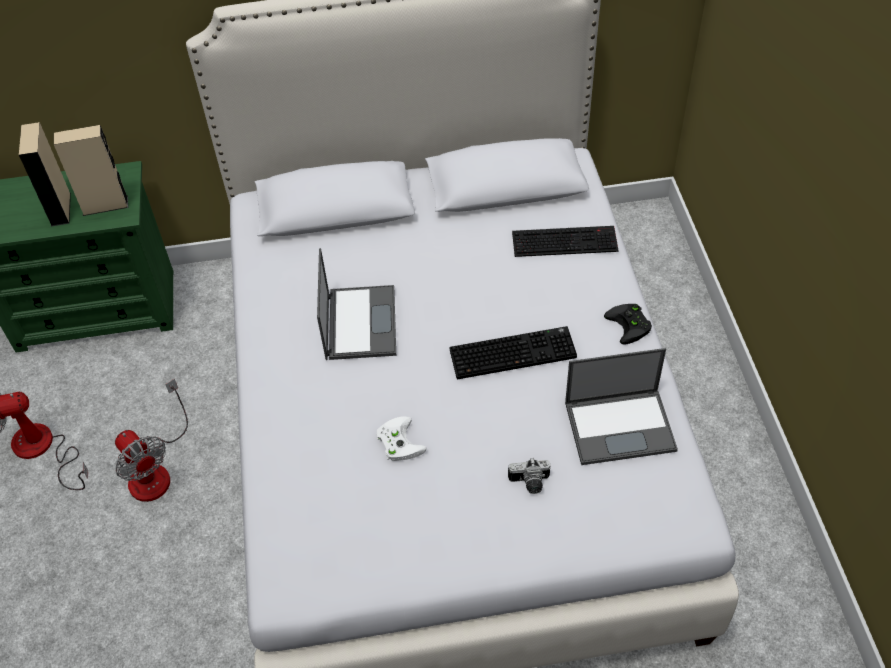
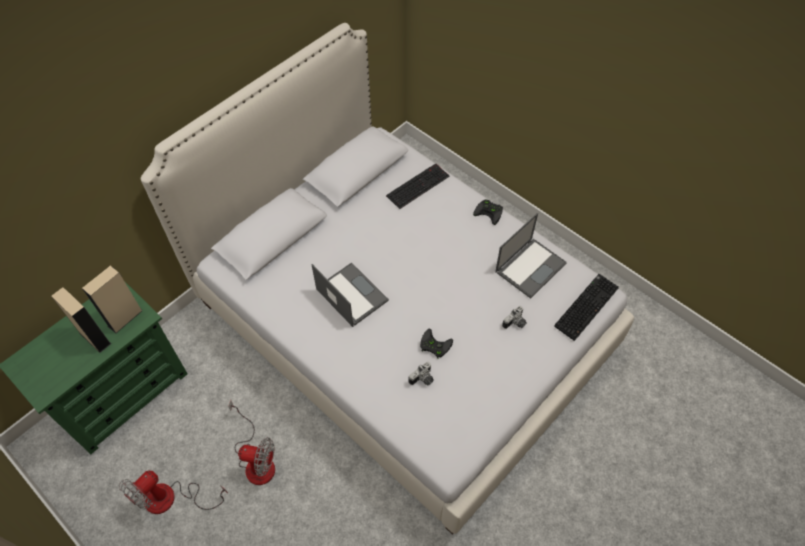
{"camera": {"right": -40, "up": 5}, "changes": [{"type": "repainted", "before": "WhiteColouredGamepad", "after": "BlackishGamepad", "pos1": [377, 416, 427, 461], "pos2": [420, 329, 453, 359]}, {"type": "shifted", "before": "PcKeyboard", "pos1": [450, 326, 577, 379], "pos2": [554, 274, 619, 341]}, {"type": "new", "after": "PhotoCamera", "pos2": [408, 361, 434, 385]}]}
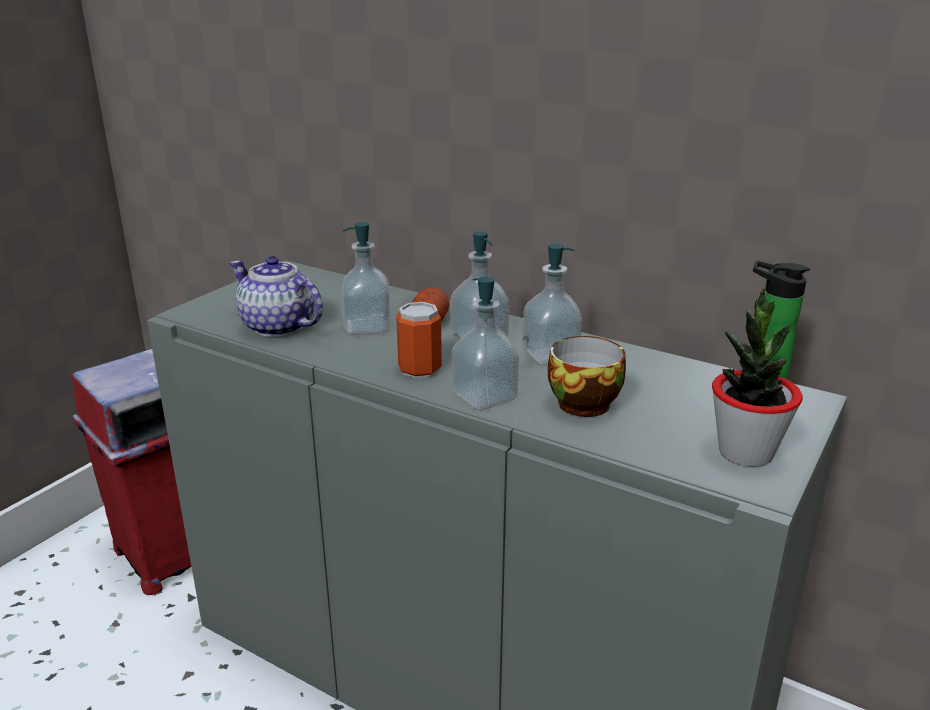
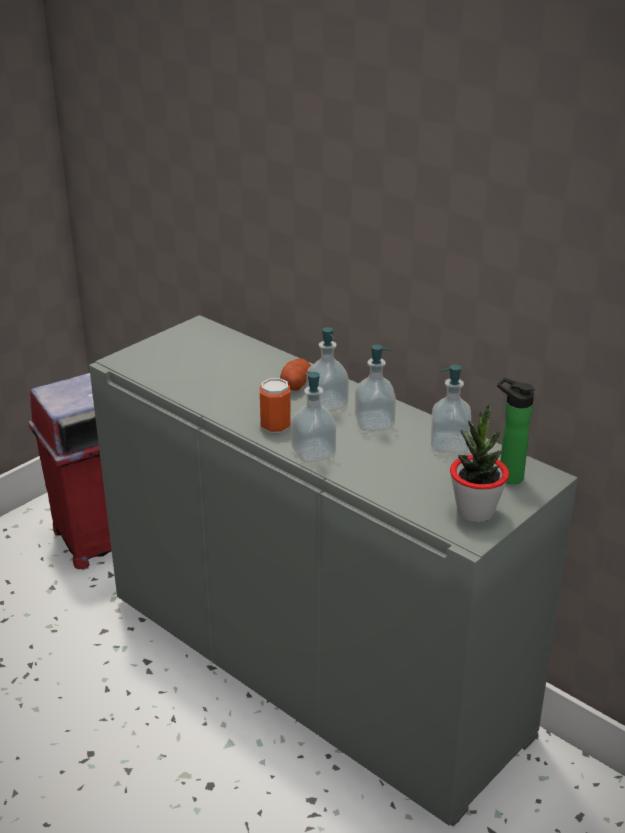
{"camera": {"right": 10, "up": 5}, "changes": [{"type": "gone", "before": "PotForTea", "pos1": [230, 256, 323, 337]}, {"type": "shifted", "before": "LiquidSoapBottle", "pos1": [341, 222, 390, 335], "pos2": [431, 364, 471, 453]}, {"type": "gone", "before": "SmallCup", "pos1": [548, 336, 626, 417]}]}
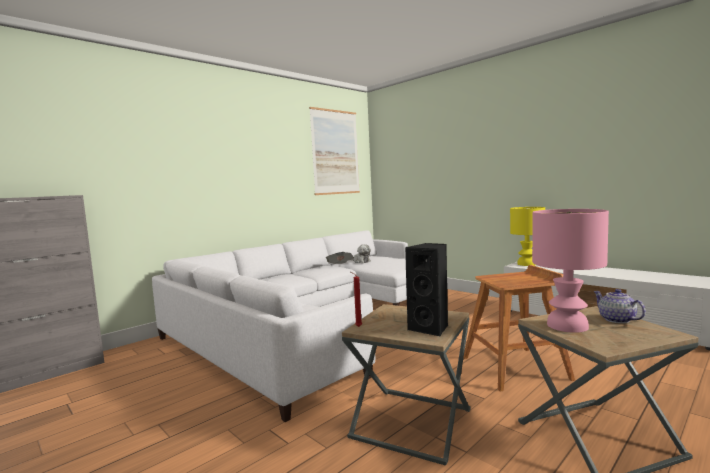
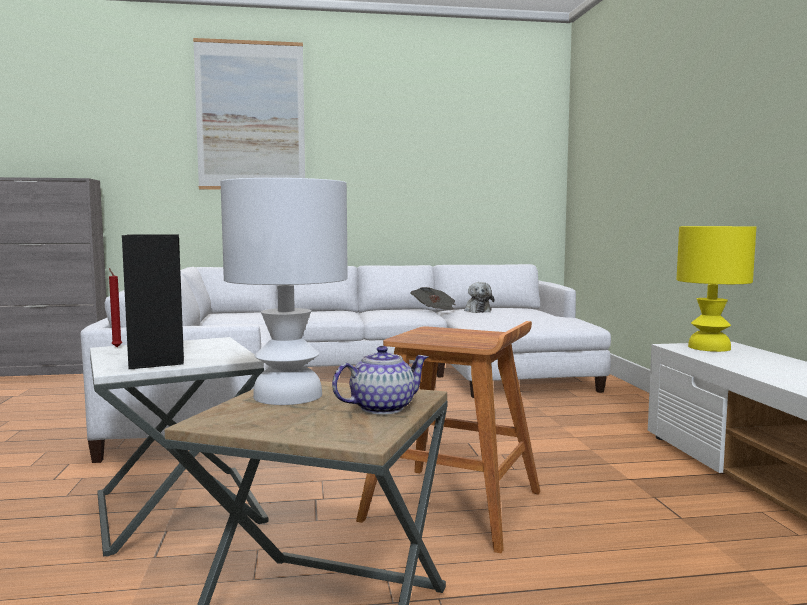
{"camera": {"right": 35, "up": 0}, "changes": [{"type": "shifted", "before": "WallArt", "pos1": [309, 107, 360, 195], "pos2": [193, 38, 305, 190]}, {"type": "repainted", "before": "BrownColouredSideTable", "after": "WhiteColouredSideTable", "pos1": [342, 304, 470, 465], "pos2": [90, 337, 269, 556]}, {"type": "repainted", "before": "PinkishTabletopLamp", "after": "WhiteColouredTabletopLamp", "pos1": [532, 209, 609, 333], "pos2": [221, 178, 348, 405]}, {"type": "rotated", "before": "PotForTea", "pos1": [593, 289, 646, 323], "pos2": [332, 346, 428, 414], "turn": 45}]}
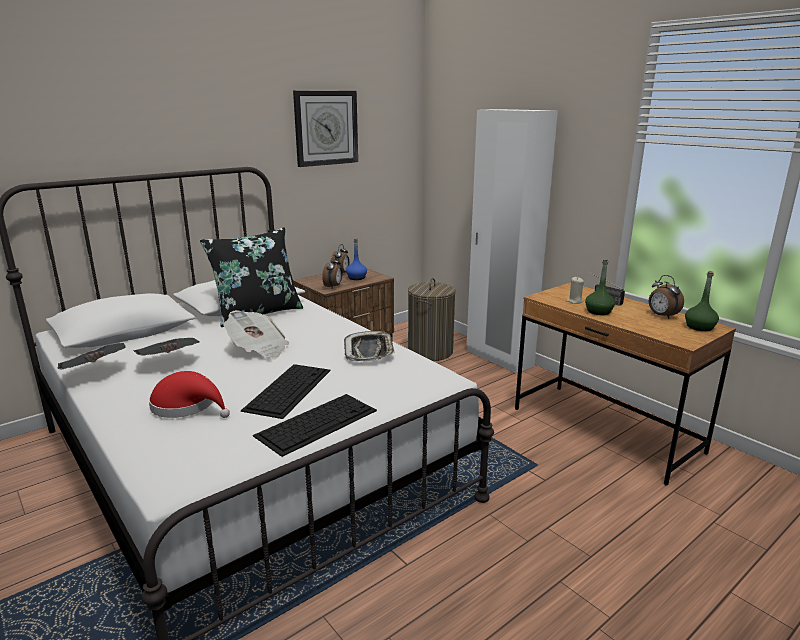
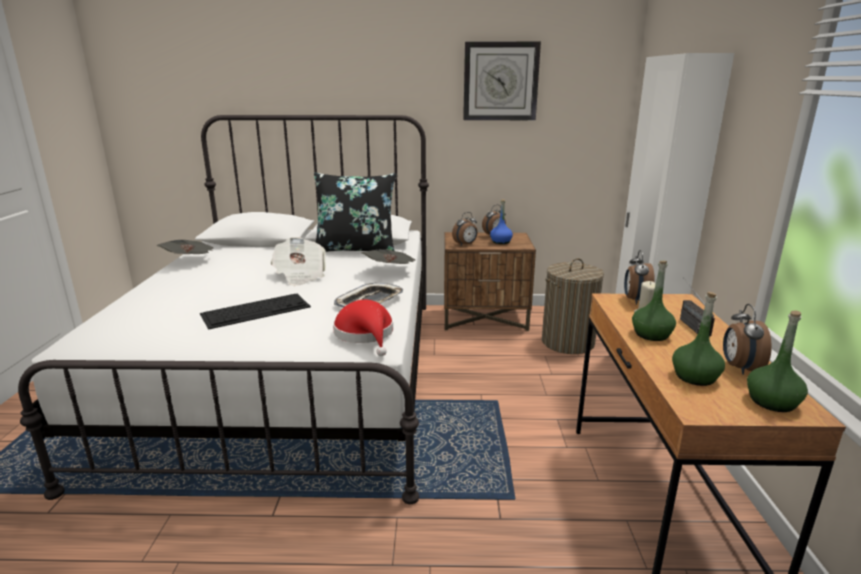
{"camera": {"right": 40, "up": 0}, "changes": [{"type": "shifted", "before": "PrintedPaper", "pos1": [133, 338, 200, 356], "pos2": [361, 250, 415, 264]}, {"type": "shifted", "before": "RedWearableHat", "pos1": [149, 371, 230, 418], "pos2": [333, 300, 393, 356]}, {"type": "gone", "before": "PcKeyboard", "pos1": [253, 394, 377, 457]}, {"type": "new", "after": "AlarmClock", "pos2": [624, 250, 655, 305]}, {"type": "new", "after": "GreenDrinkBottle", "pos2": [672, 292, 725, 386]}]}
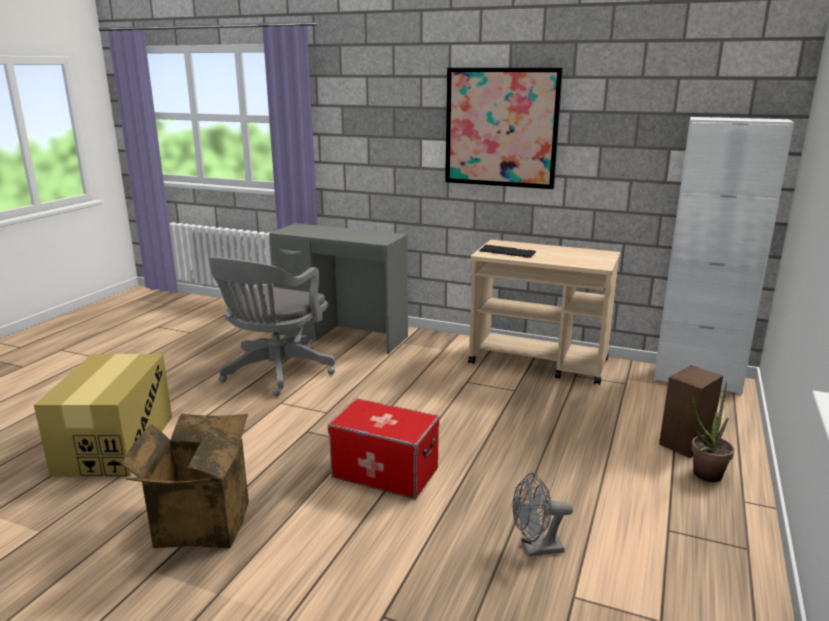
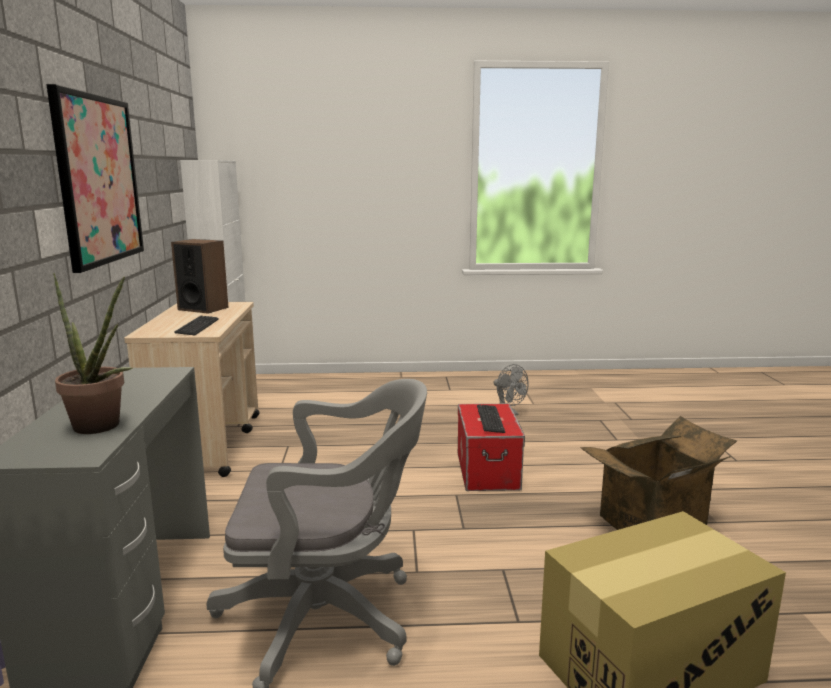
{"camera": {"right": -115, "up": -5}, "changes": [{"type": "shifted", "before": "Speaker", "pos1": [659, 365, 723, 458], "pos2": [171, 239, 229, 314]}, {"type": "shifted", "before": "PlantInAPot", "pos1": [691, 381, 734, 482], "pos2": [53, 273, 133, 434]}, {"type": "new", "after": "PcKeyboard", "pos2": [477, 404, 505, 433]}]}
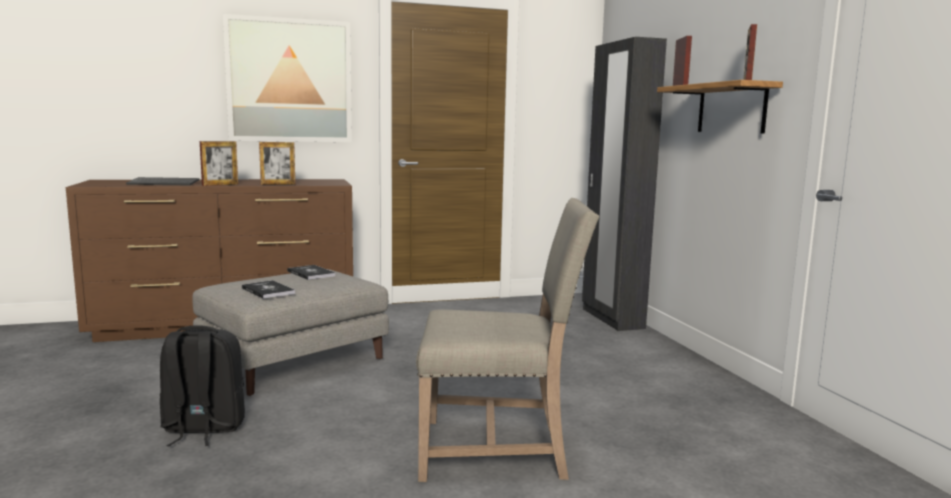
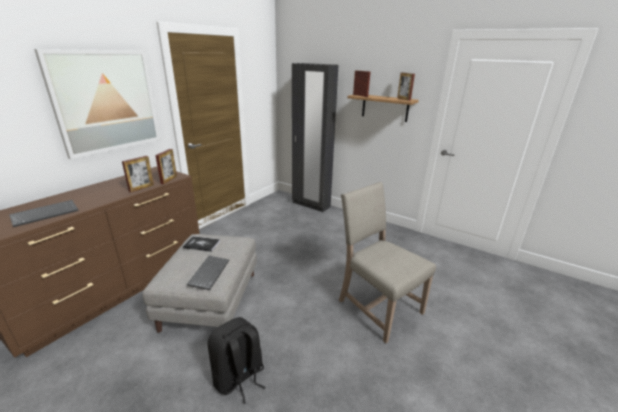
{"camera": {"right": -40, "up": 15}, "changes": [{"type": "shifted", "before": "StandingFrame", "pos1": [200, 141, 238, 186], "pos2": [155, 149, 177, 184]}, {"type": "swapped", "before": "Book", "after": "PcKeyboard", "pos1": [242, 280, 295, 299], "pos2": [187, 256, 229, 290]}, {"type": "rotated", "before": "BeigeColouredUprightChair", "pos1": [416, 198, 600, 482], "pos2": [339, 182, 436, 343], "turn": -90}]}
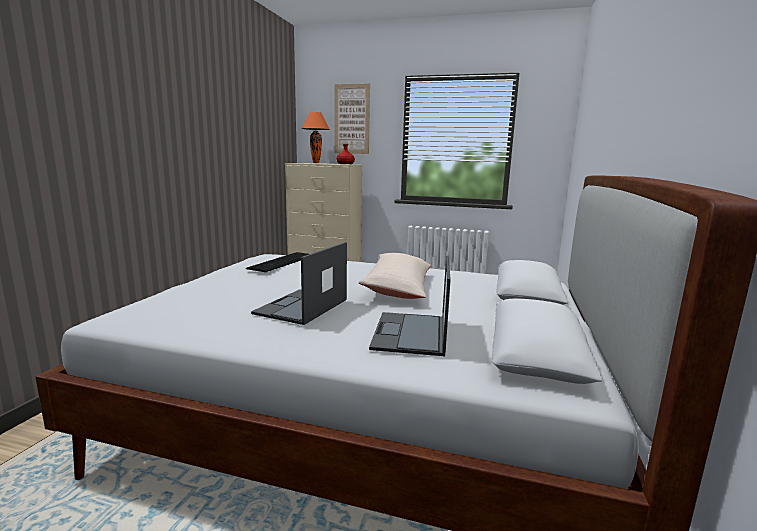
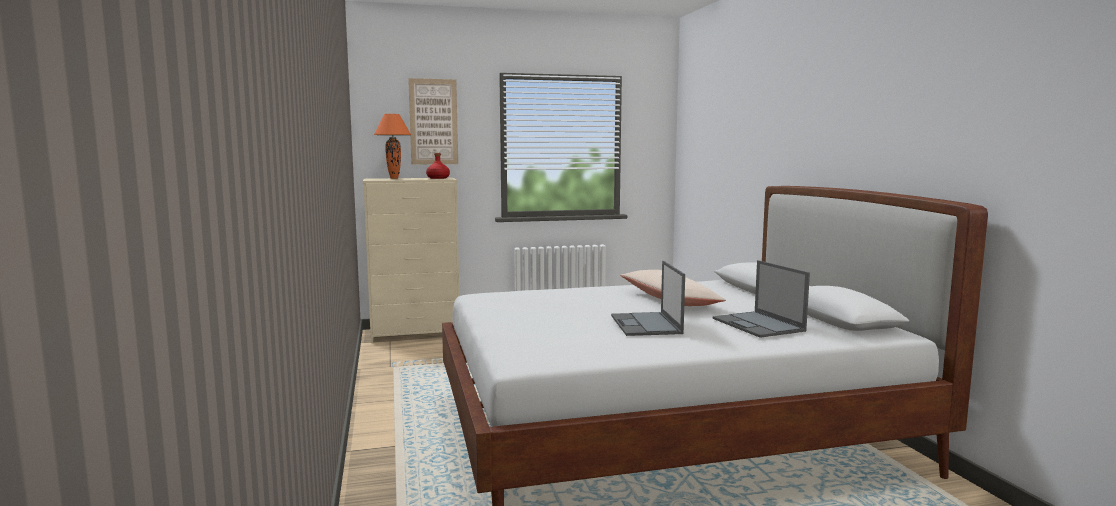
{"camera": {"right": -30, "up": -5}, "changes": [{"type": "gone", "before": "PcKeyboard", "pos1": [246, 252, 309, 272]}]}
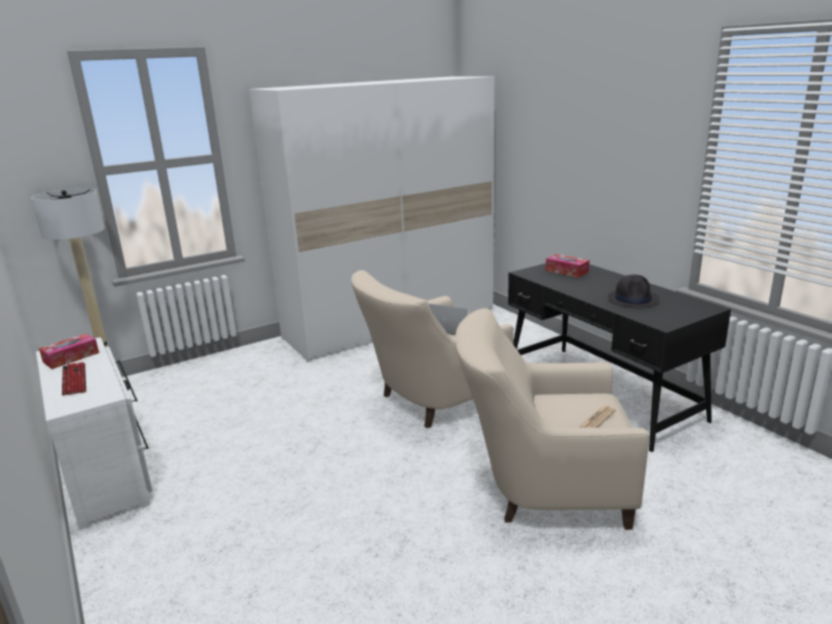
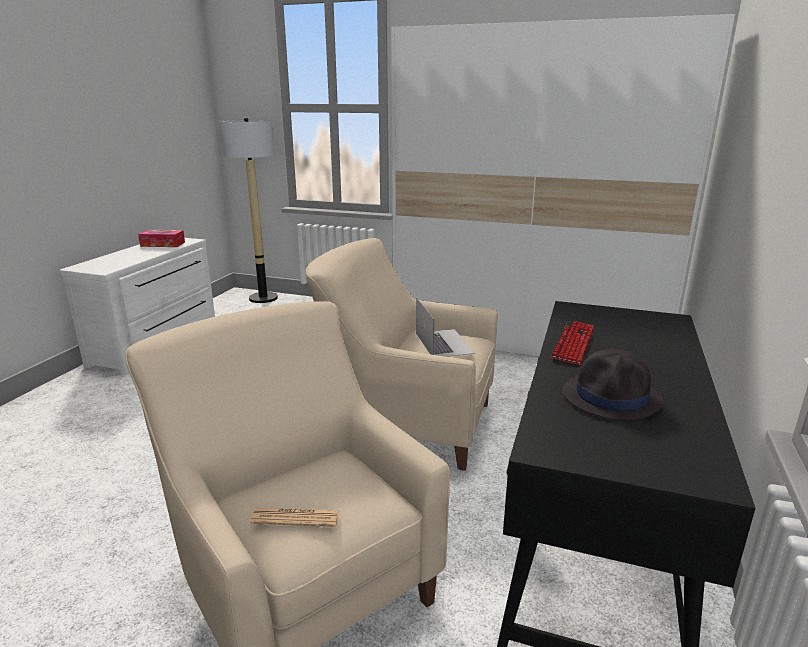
{"camera": {"right": 50, "up": 0}, "changes": [{"type": "shifted", "before": "PcKeyboard", "pos1": [62, 362, 86, 396], "pos2": [551, 321, 595, 366]}, {"type": "gone", "before": "TissueBox", "pos1": [545, 254, 590, 278]}]}
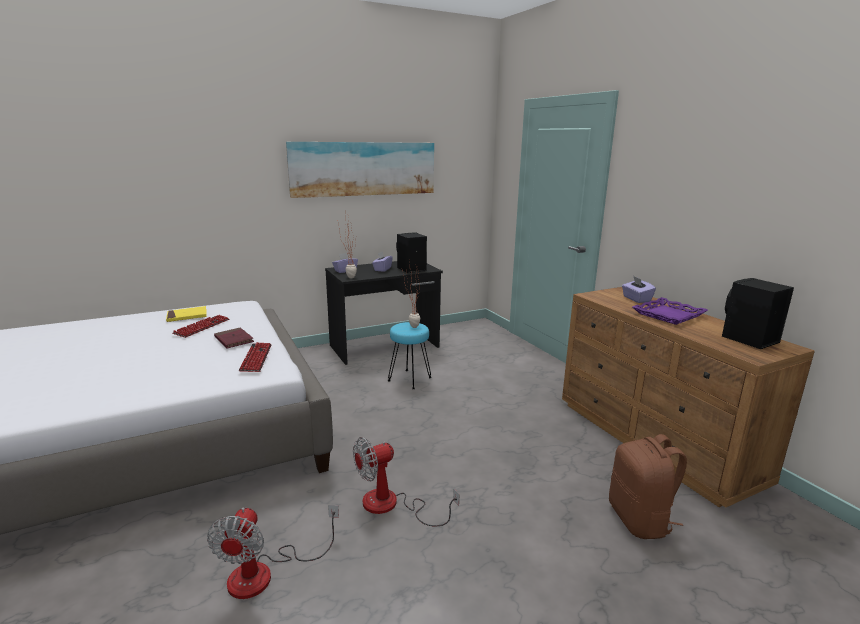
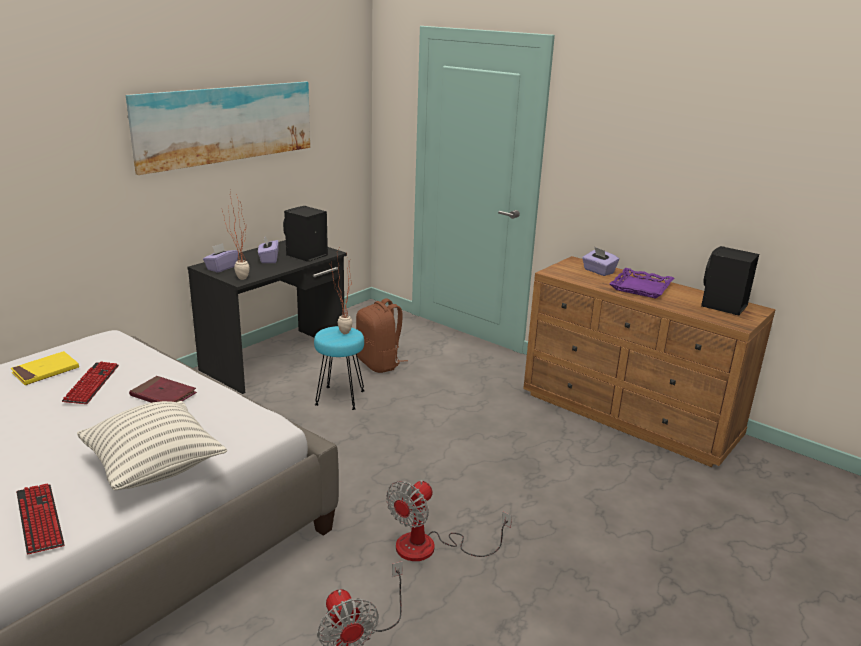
{"camera": {"right": -25, "up": 5}, "changes": [{"type": "shifted", "before": "PcKeyboard", "pos1": [238, 342, 272, 372], "pos2": [16, 483, 65, 554]}, {"type": "shifted", "before": "BrownColouredKnapsack", "pos1": [609, 434, 687, 539], "pos2": [356, 298, 408, 373]}, {"type": "new", "after": "Cushion", "pos2": [77, 401, 227, 490]}]}
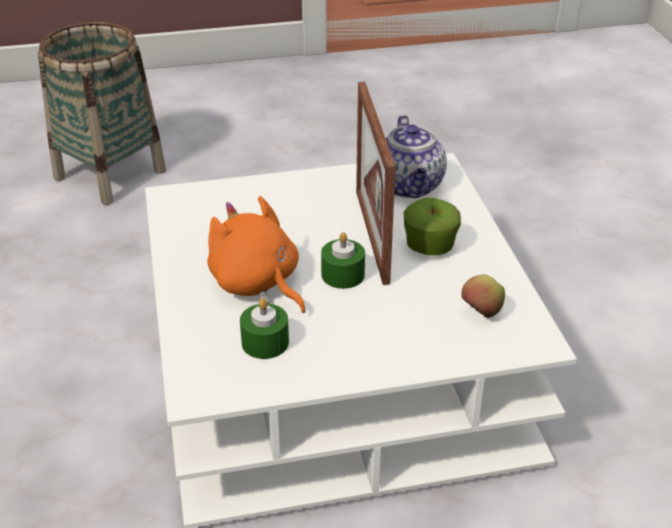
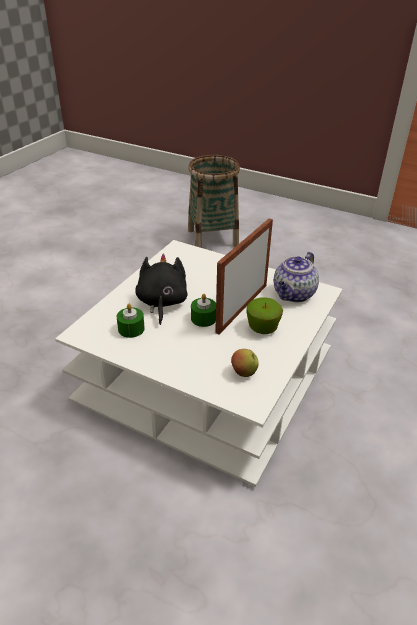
{"camera": {"right": 40, "up": 0}, "changes": [{"type": "repainted", "before": "OrangeCuddlyToy", "after": "BlackishCuddlyToy", "pos1": [207, 196, 305, 313], "pos2": [135, 254, 188, 325]}]}
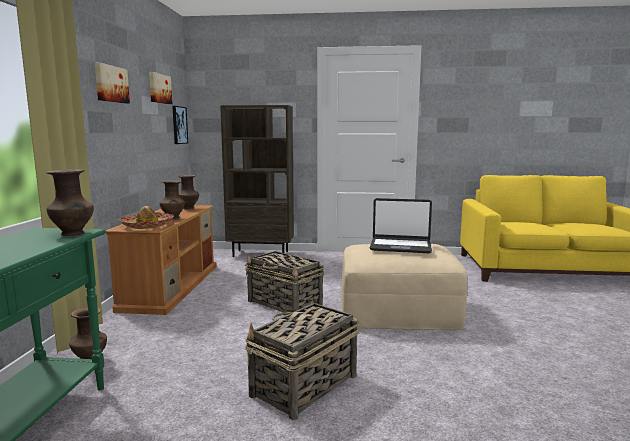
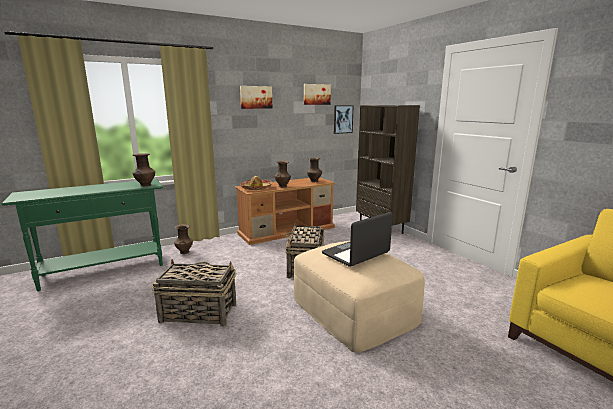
{"camera": {"right": 55, "up": 5}, "changes": [{"type": "rotated", "before": "NotebookComputer", "pos1": [370, 198, 432, 253], "pos2": [322, 212, 393, 267], "turn": 75}]}
